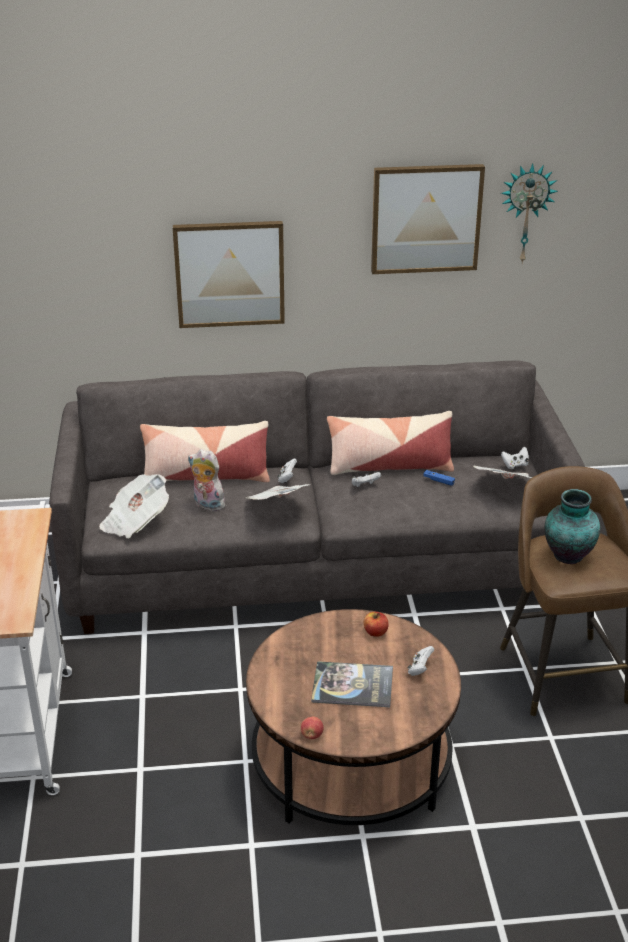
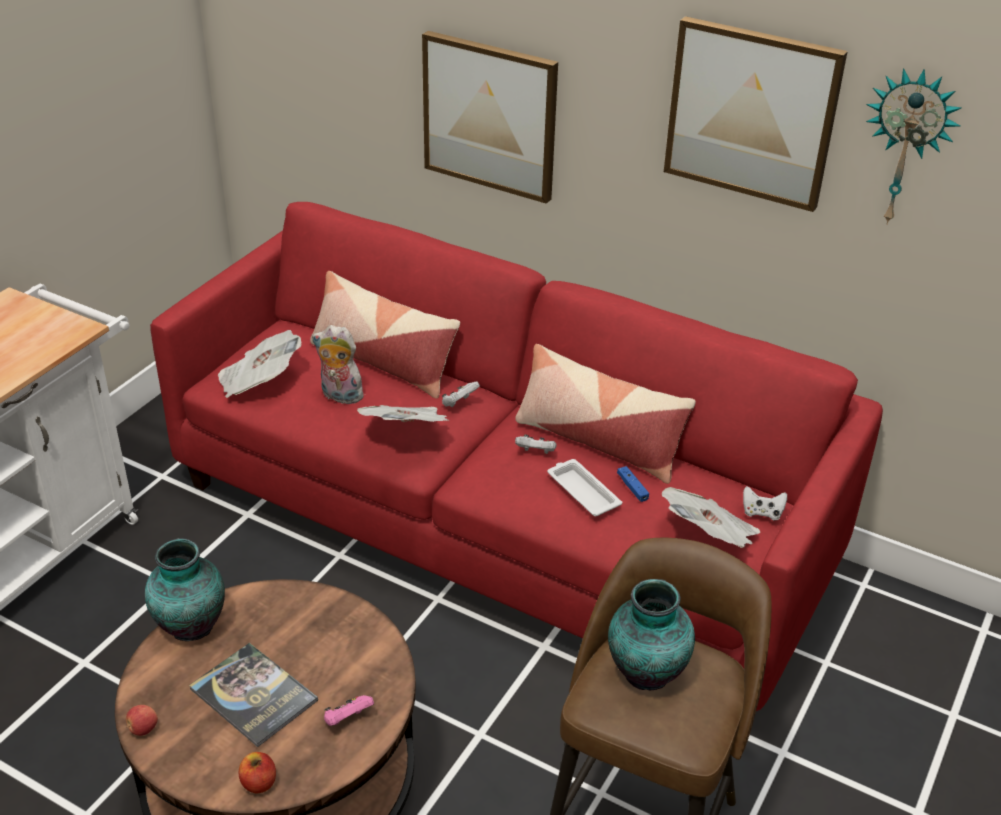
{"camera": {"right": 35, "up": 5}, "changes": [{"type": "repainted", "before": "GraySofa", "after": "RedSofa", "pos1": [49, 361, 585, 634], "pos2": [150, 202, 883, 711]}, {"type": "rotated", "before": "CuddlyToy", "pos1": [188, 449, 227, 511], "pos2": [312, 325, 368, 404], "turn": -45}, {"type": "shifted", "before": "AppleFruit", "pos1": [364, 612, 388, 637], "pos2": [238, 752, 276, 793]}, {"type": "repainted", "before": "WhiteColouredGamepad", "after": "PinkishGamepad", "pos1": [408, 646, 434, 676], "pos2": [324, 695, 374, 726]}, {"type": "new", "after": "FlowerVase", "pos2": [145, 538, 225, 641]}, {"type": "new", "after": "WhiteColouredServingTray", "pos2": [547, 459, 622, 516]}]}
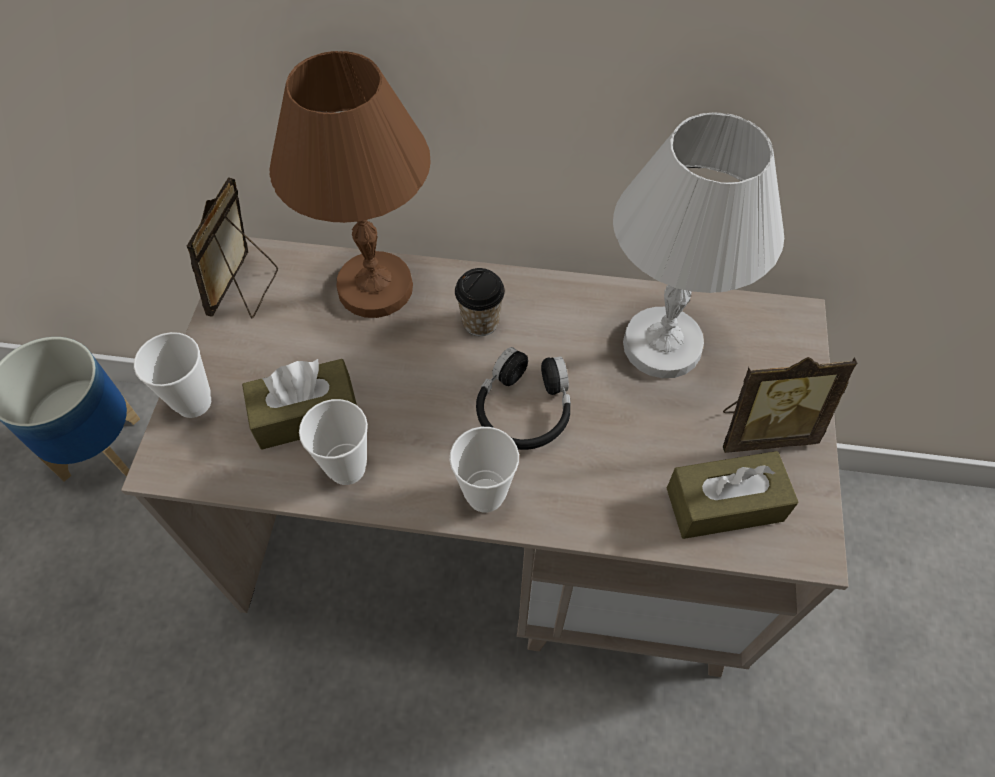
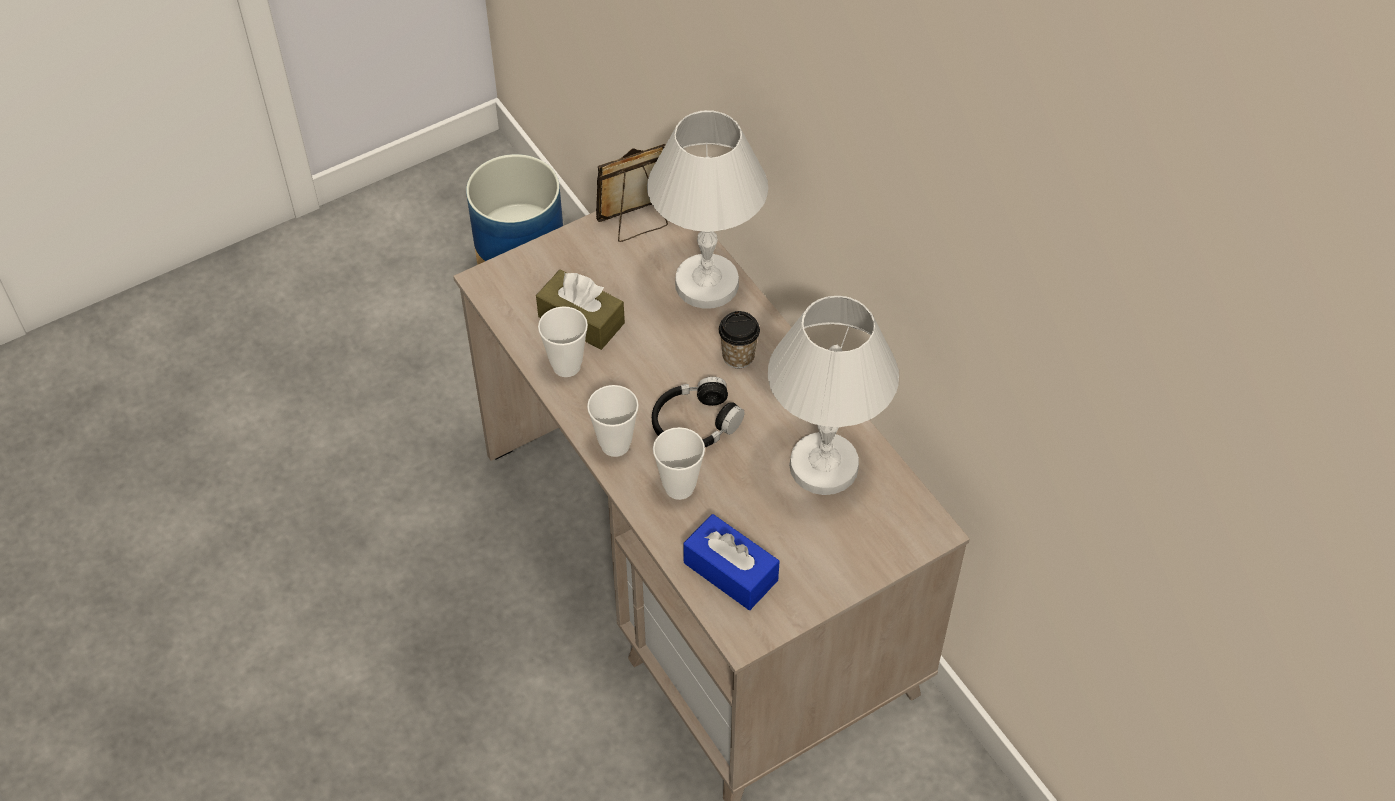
{"camera": {"right": 50, "up": -5}, "changes": [{"type": "shifted", "before": "SmallCup", "pos1": [134, 332, 211, 418], "pos2": [653, 427, 705, 500]}, {"type": "repainted", "before": "BrownColouredTabletopLamp", "after": "WhiteColouredTabletopLamp", "pos1": [269, 51, 430, 318], "pos2": [647, 110, 768, 309]}, {"type": "repainted", "before": "BrownColouredTissueBox", "after": "BluishTissueBox", "pos1": [667, 451, 798, 539], "pos2": [683, 514, 780, 610]}, {"type": "gone", "before": "StandingFrame", "pos1": [723, 357, 857, 453]}]}
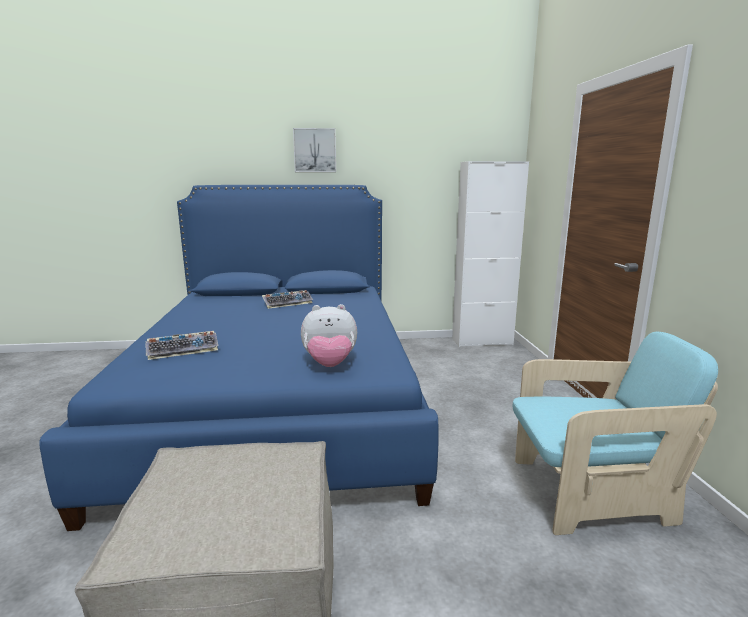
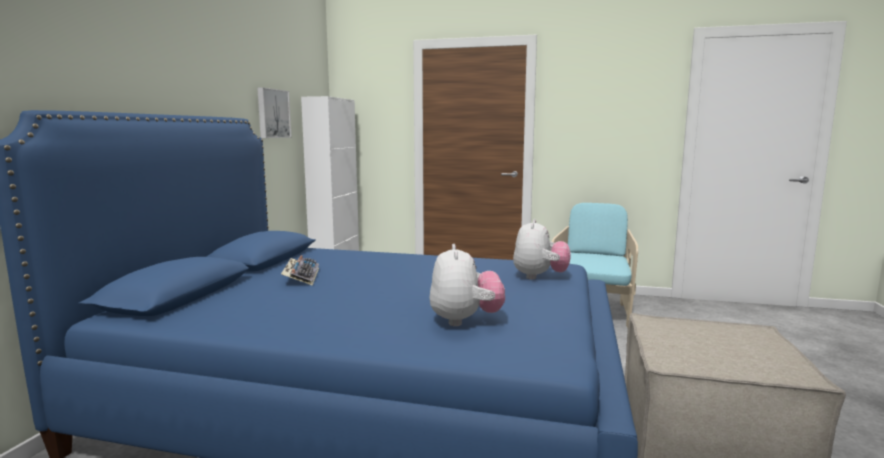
{"camera": {"right": -70, "up": -5}, "changes": [{"type": "swapped", "before": "PcKeyboard", "after": "CuddlyToy", "pos1": [145, 331, 218, 360], "pos2": [430, 244, 505, 326]}, {"type": "shifted", "before": "WallArt", "pos1": [293, 128, 336, 172], "pos2": [257, 87, 292, 138]}]}
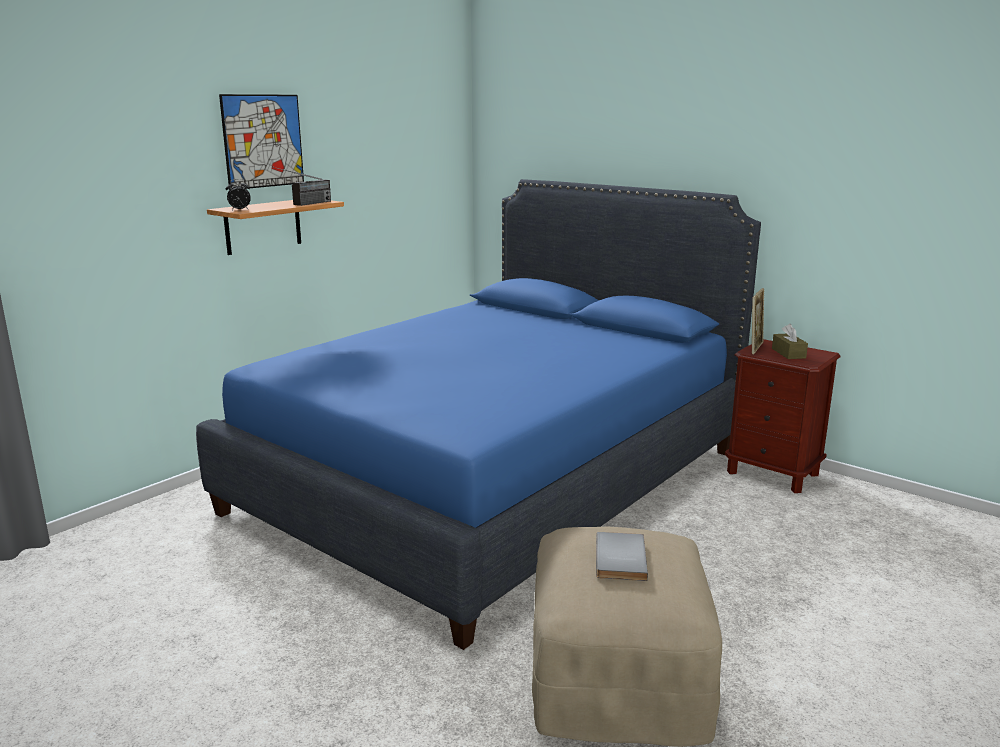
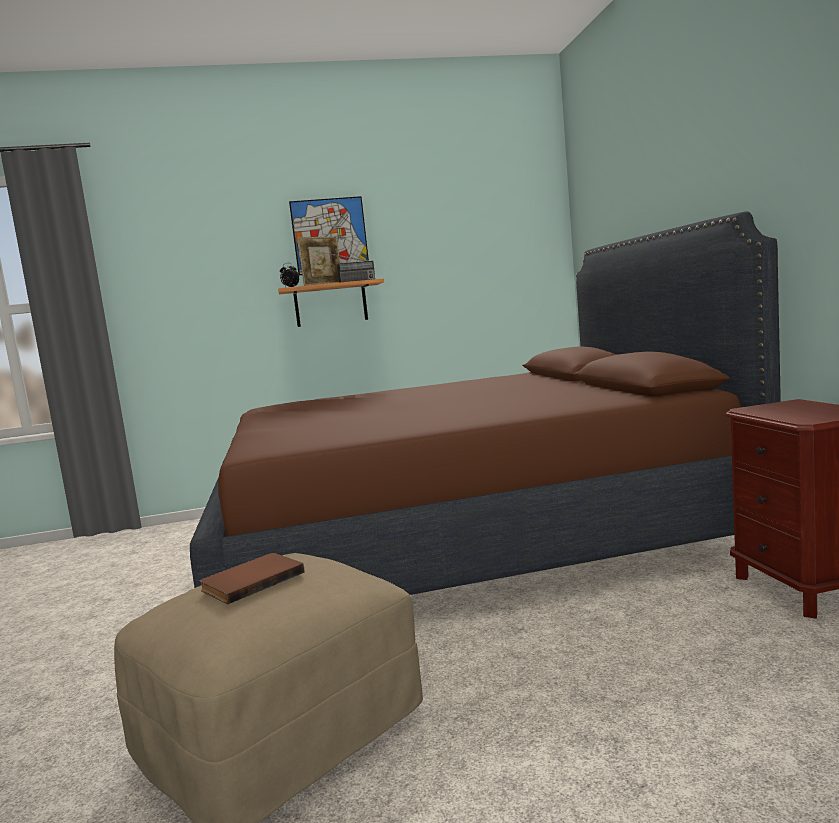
{"camera": {"right": 40, "up": -10}, "changes": [{"type": "repainted", "before": "BluishBed", "after": "BrownColouredBed", "pos1": [196, 179, 761, 650], "pos2": [190, 211, 781, 595]}, {"type": "repainted", "before": "GrayBook", "after": "BrownColouredBook", "pos1": [596, 532, 648, 581], "pos2": [200, 553, 305, 605]}, {"type": "shifted", "before": "StandingFrame", "pos1": [751, 288, 765, 354], "pos2": [298, 236, 340, 286]}, {"type": "gone", "before": "BrownColouredTissueBox", "pos1": [772, 324, 808, 359]}]}
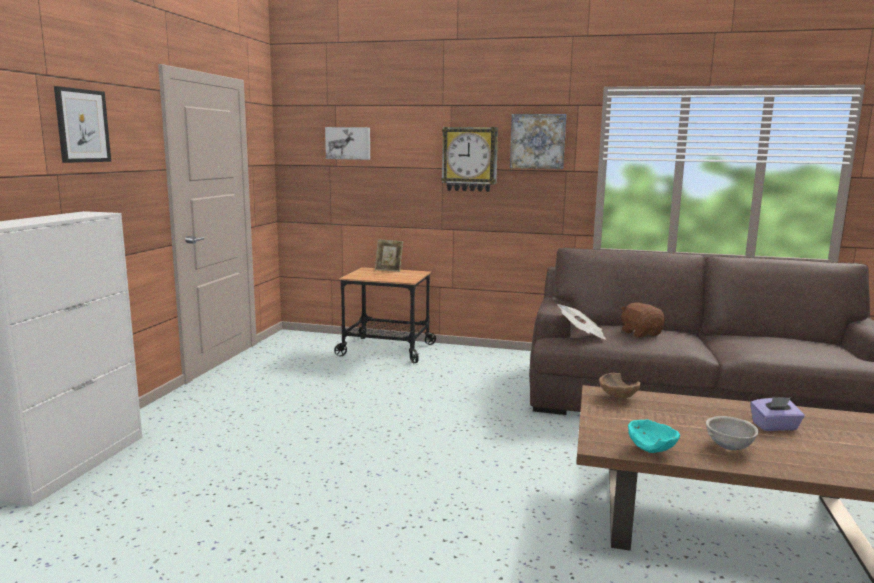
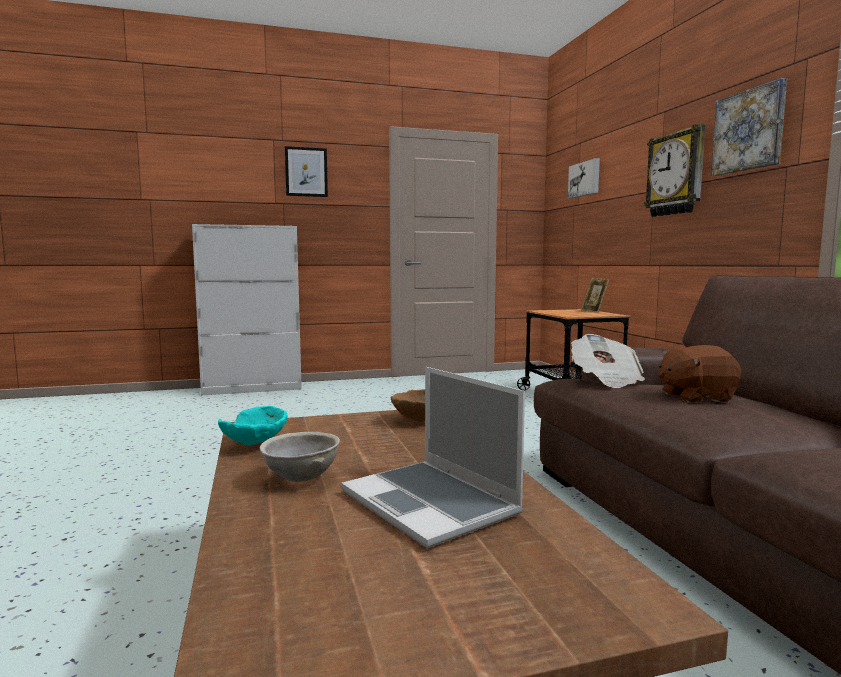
{"camera": {"right": 60, "up": -5}, "changes": [{"type": "rotated", "before": "BrownColouredCuddlyToy", "pos1": [621, 302, 665, 338], "pos2": [658, 345, 741, 403], "turn": -135}, {"type": "swapped", "before": "PurplishTissueBox", "after": "NotebookComputer", "pos1": [750, 397, 805, 431], "pos2": [341, 367, 525, 548]}]}
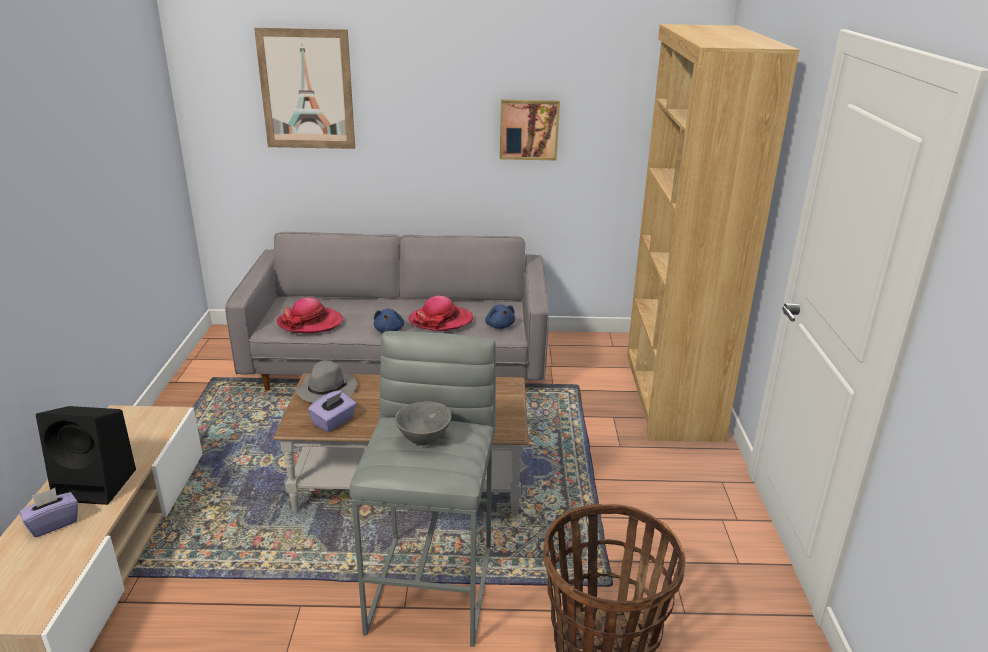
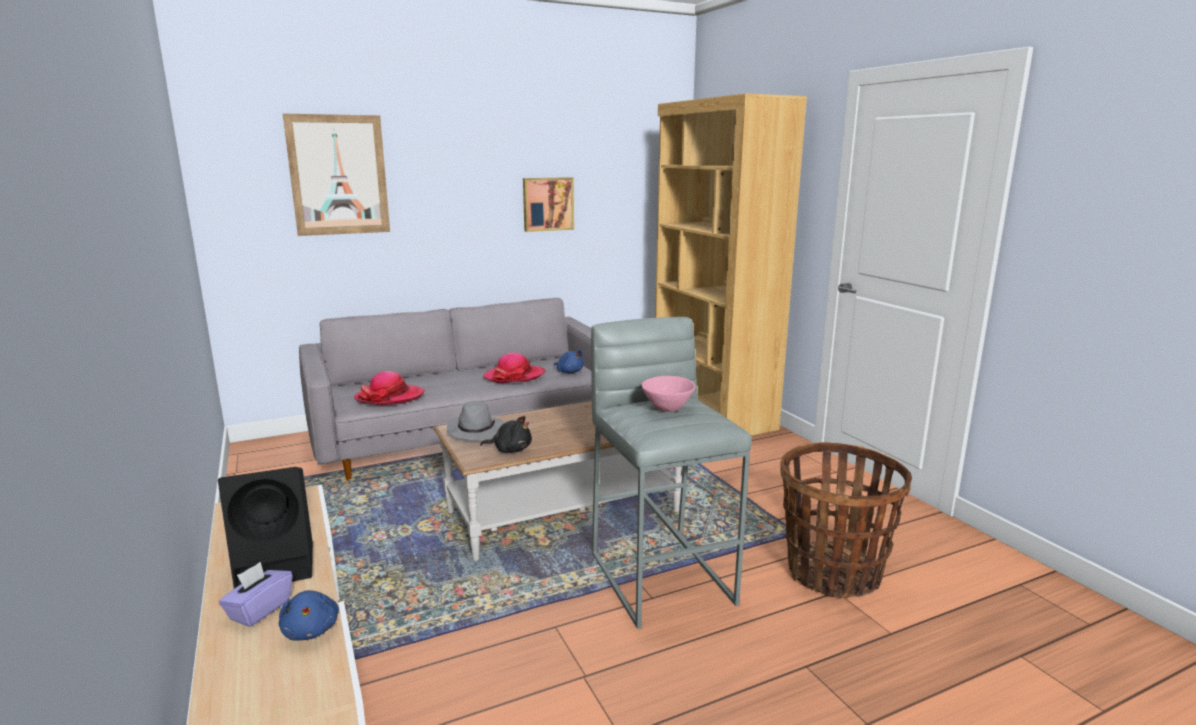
{"camera": {"right": -25, "up": -10}, "changes": [{"type": "swapped", "before": "PurplishTissueBox", "after": "BlackishCuddlyToy", "pos1": [308, 390, 356, 432], "pos2": [480, 416, 532, 453]}, {"type": "shifted", "before": "BluishCuddlyToy", "pos1": [374, 309, 404, 333], "pos2": [279, 590, 339, 640]}, {"type": "repainted", "before": "GrayBowl", "after": "PinkishBowl", "pos1": [395, 401, 451, 445], "pos2": [642, 376, 696, 412]}]}
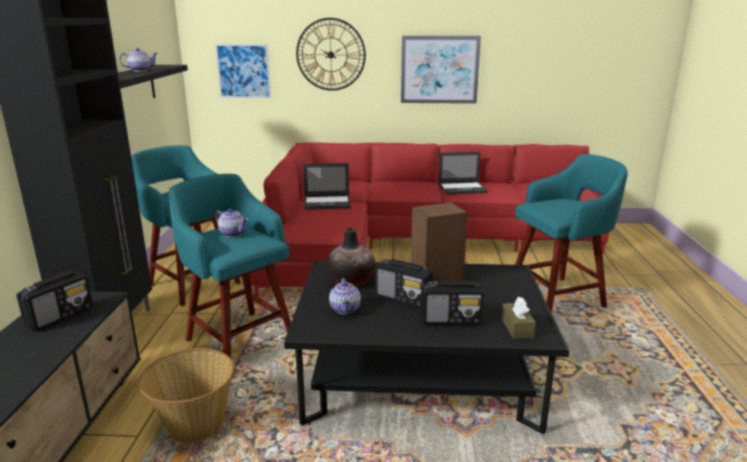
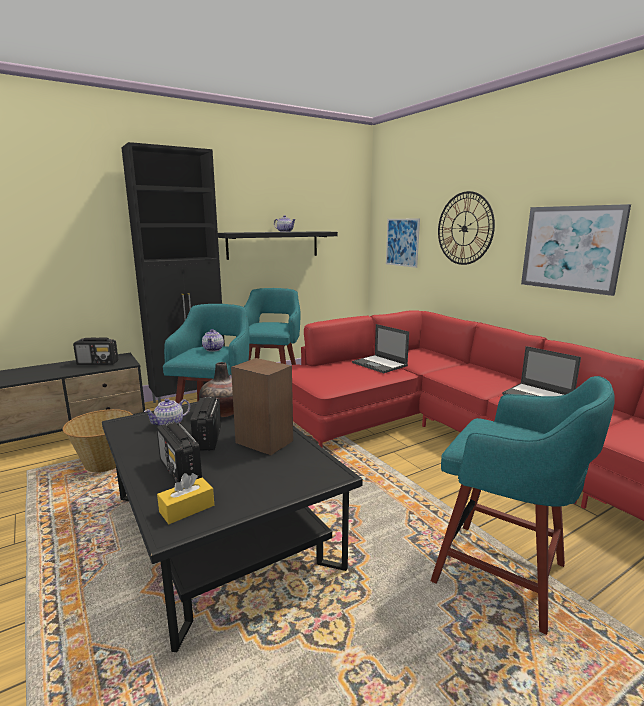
{"camera": {"right": 55, "up": -5}, "changes": [{"type": "repainted", "before": "BrownColouredTissueBox", "after": "YellowColouredTissueBox", "pos1": [501, 296, 536, 339], "pos2": [157, 473, 214, 524]}]}
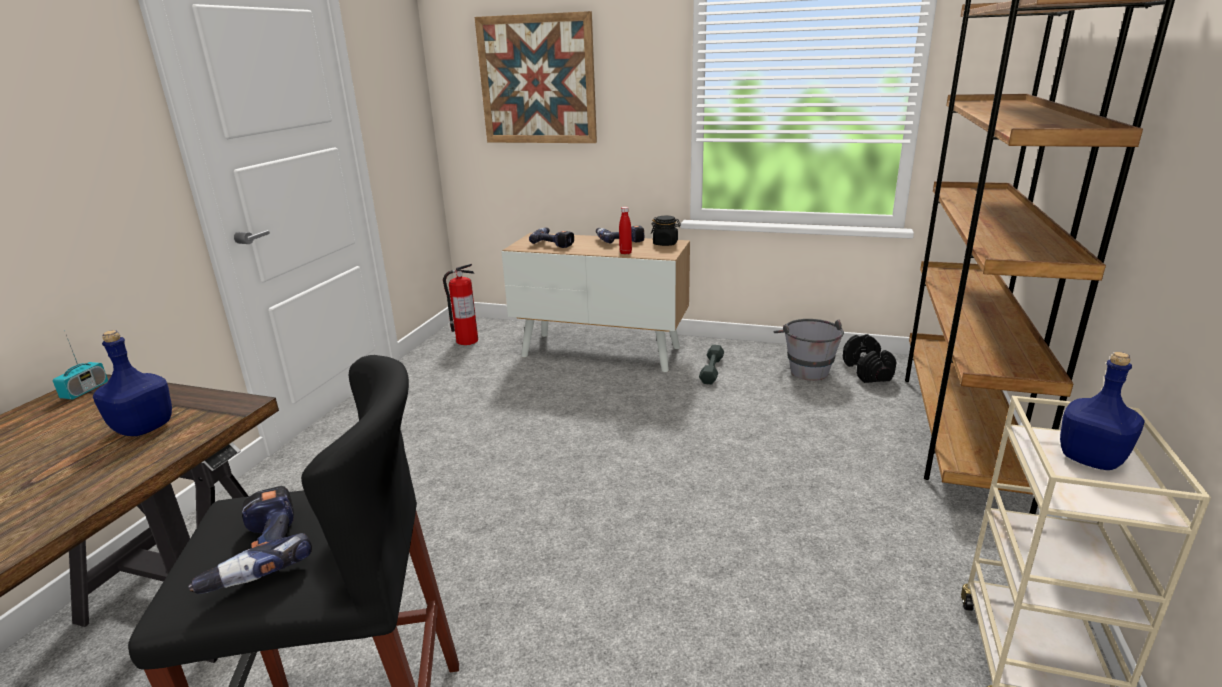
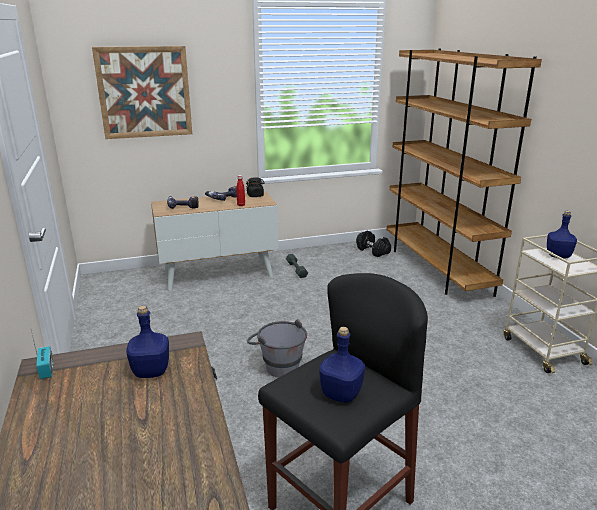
{"camera": {"right": -35, "up": 0}, "changes": [{"type": "swapped", "before": "PowerDrill", "after": "BluishDrinkBottle", "pos1": [188, 486, 312, 594], "pos2": [319, 327, 365, 403]}, {"type": "gone", "before": "FireExtinguisher", "pos1": [443, 264, 478, 345]}, {"type": "shifted", "before": "GrayWaterBucket", "pos1": [774, 319, 844, 381], "pos2": [247, 319, 307, 378]}]}
